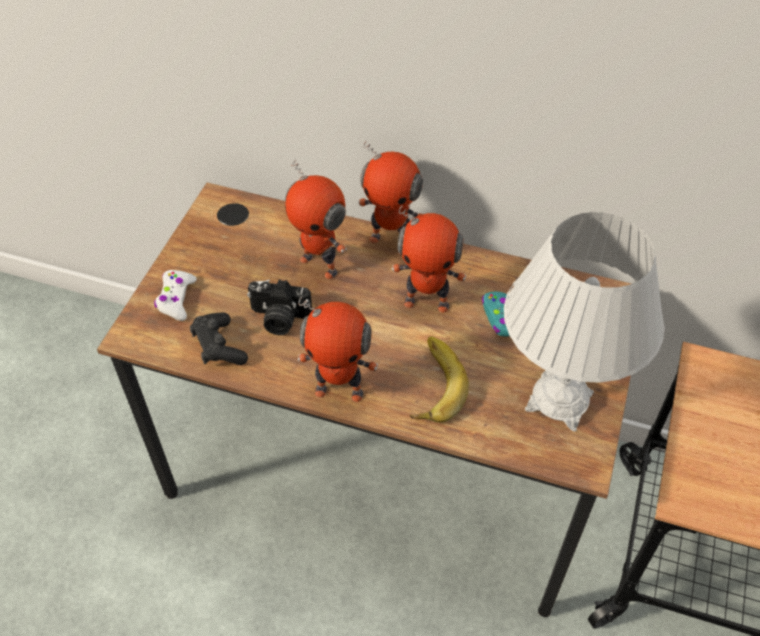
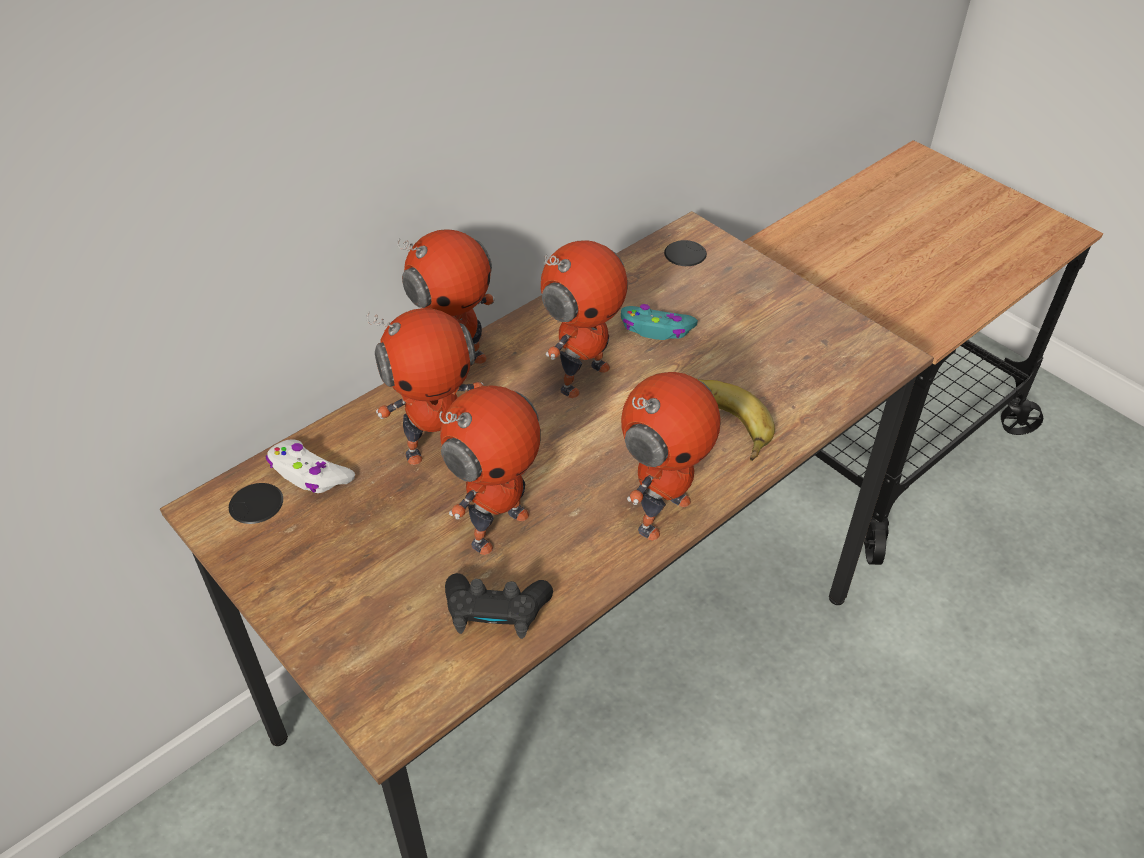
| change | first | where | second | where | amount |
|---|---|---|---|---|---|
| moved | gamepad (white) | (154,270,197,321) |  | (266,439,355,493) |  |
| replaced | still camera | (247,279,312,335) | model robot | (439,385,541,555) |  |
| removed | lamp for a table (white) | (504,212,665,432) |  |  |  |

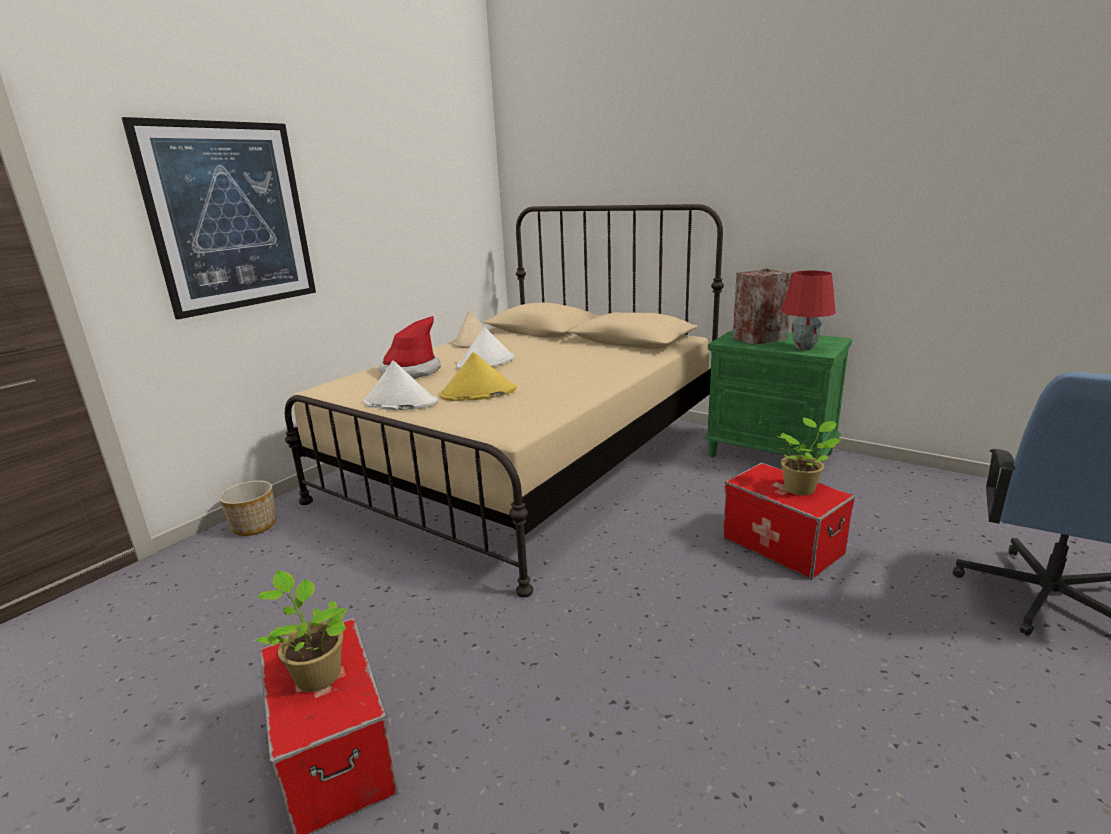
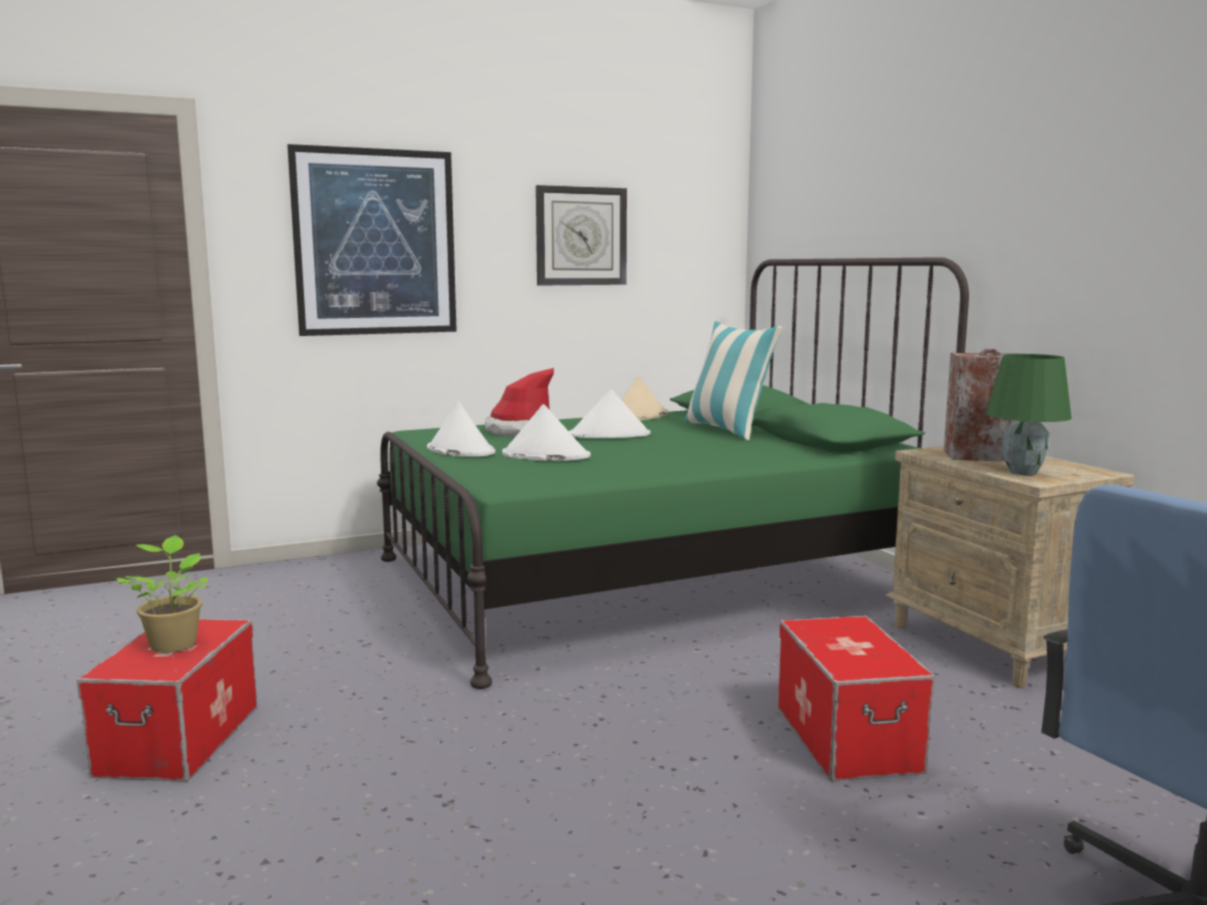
| change | first | where | second | where | amount |
|---|---|---|---|---|---|
| recoloured | bed (beige-coloured) | (285,204,724,597) | bed (green-coloured) | (377,257,969,689) |  |
| recoloured | wearable hat (yellow-coloured) | (440,352,517,401) | wearable hat (white) | (502,404,591,461) |  |
| added |  |  | hanging clock | (536,185,627,285) |  |
| added |  |  | throw pillow | (684,321,783,441) |  |
| recoloured | nightstand (green-coloured) | (703,329,852,463) | nightstand (beige-coloured) | (885,446,1135,688) |  |
| recoloured | lamp for a table (red) | (782,271,836,350) | lamp for a table (green-coloured) | (986,354,1072,475) |  |
| removed | plant pot | (219,480,276,536) |  |  |  |
| removed | houseplant | (776,417,842,495) |  |  |  |

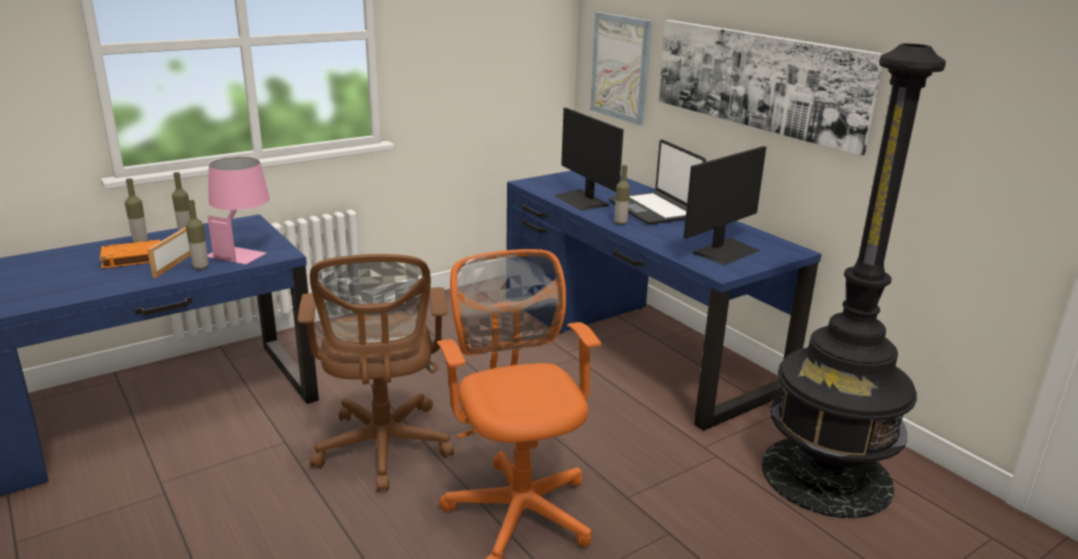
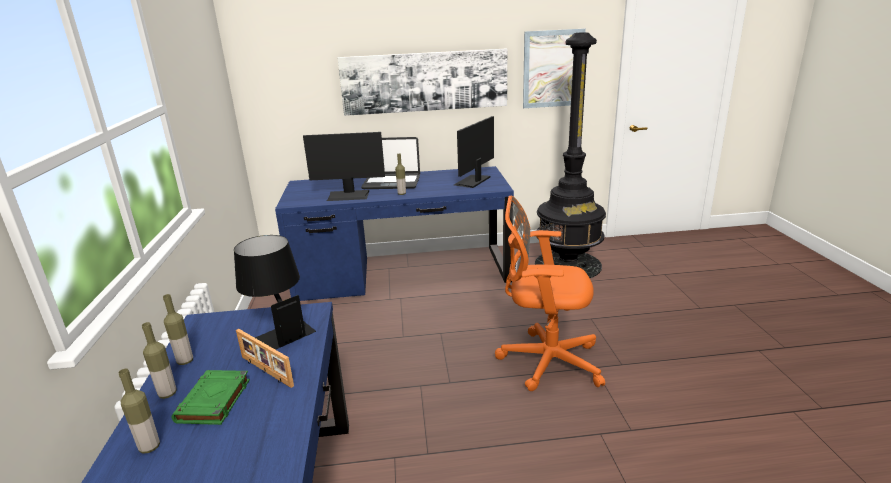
| change | first | where | second | where | amount |
|---|---|---|---|---|---|
| moved | bottle | (186,200,209,270) |  | (118,369,160,454) |  |
| recoloured | book (orange-coloured) | (100,240,160,269) | book (green-coloured) | (172,370,250,425) |  |
| recoloured | lamp for a table (pinkish) | (207,157,270,264) | lamp for a table (blackish) | (234,235,316,350) |  |
| turned | computer display | (684,146,766,265) |  | (454,116,494,188) | 135 degrees counterclockwise |
| moved | picture | (590,12,652,126) |  | (523,29,586,108) |  |
| removed | office chair (brown) | (298,254,454,492) |  |  |  |

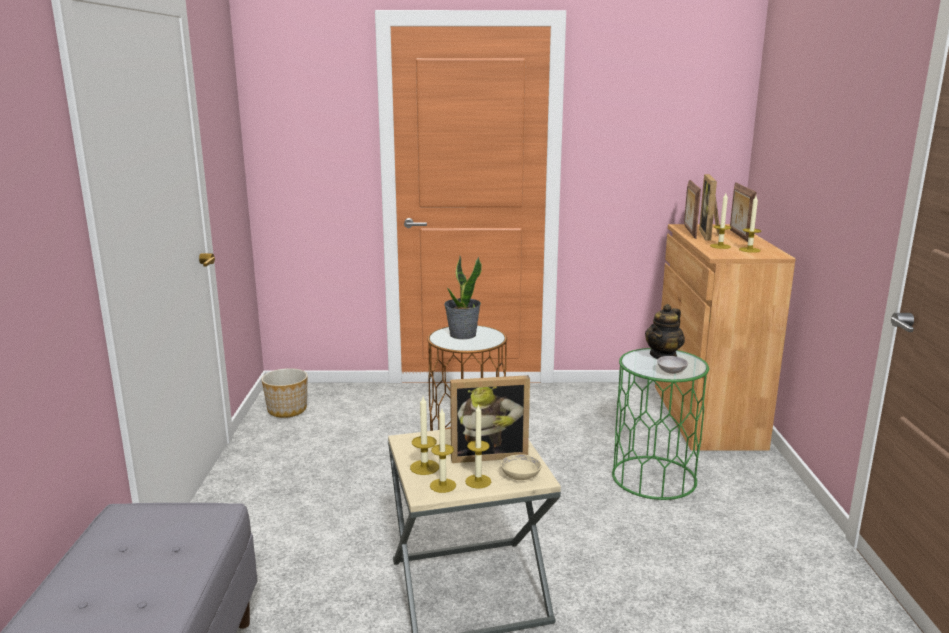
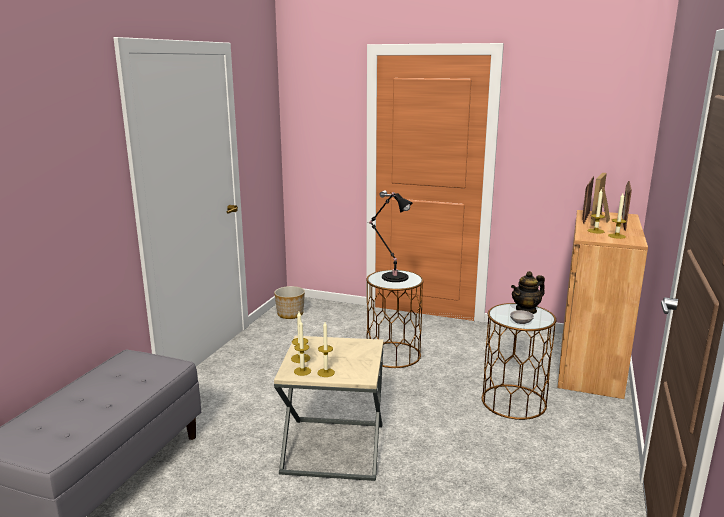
| change | first | where | second | where | amount |
|---|---|---|---|---|---|
| replaced | houseplant | (444,256,482,339) | lamp for a table (blackish) | (368,192,413,282) |  |
| recoloured | accent table (green-coloured) | (612,348,709,500) | accent table (brown) | (482,303,556,420) |  |
| removed | standing frame | (450,375,530,463) |  |  |  |
| removed | serving bowl (beige-coloured) | (500,454,542,480) |  |  |  |

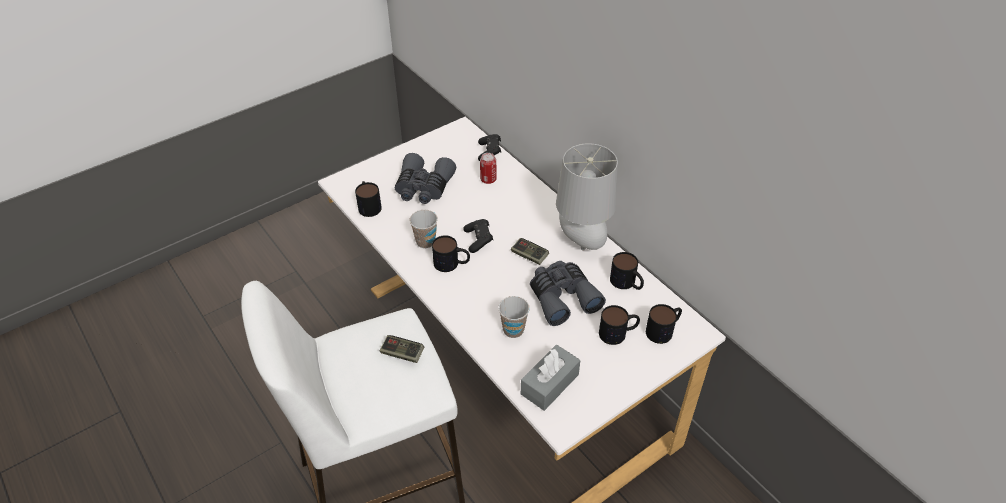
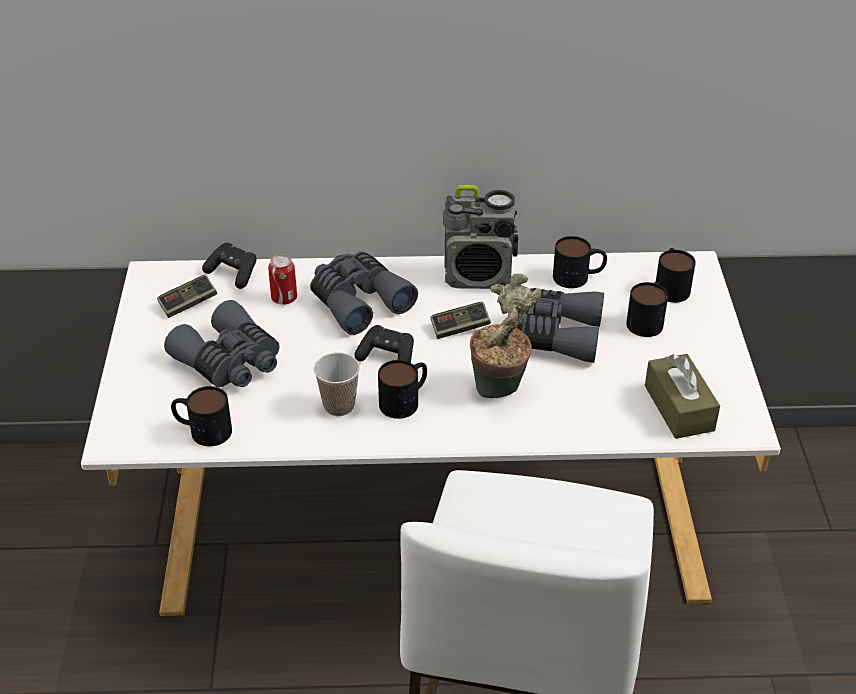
| change | first | where | second | where | amount |
|---|---|---|---|---|---|
| moved | gamepad | (380,335,424,363) |  | (157,274,217,318) |  |
| added |  |  | field glasses (greyish) | (310,251,418,335) |  |
| replaced | lamp for a table (greyish) | (556,143,618,251) | radio receiver | (443,185,518,289) |  |
| added |  |  | houseplant | (470,274,542,398) |  |
| recoloured | tissue box (greyish) | (521,345,580,411) | tissue box (brown) | (645,354,720,439) |  |
| removed | drinking cup | (498,296,530,338) |  |  |  |

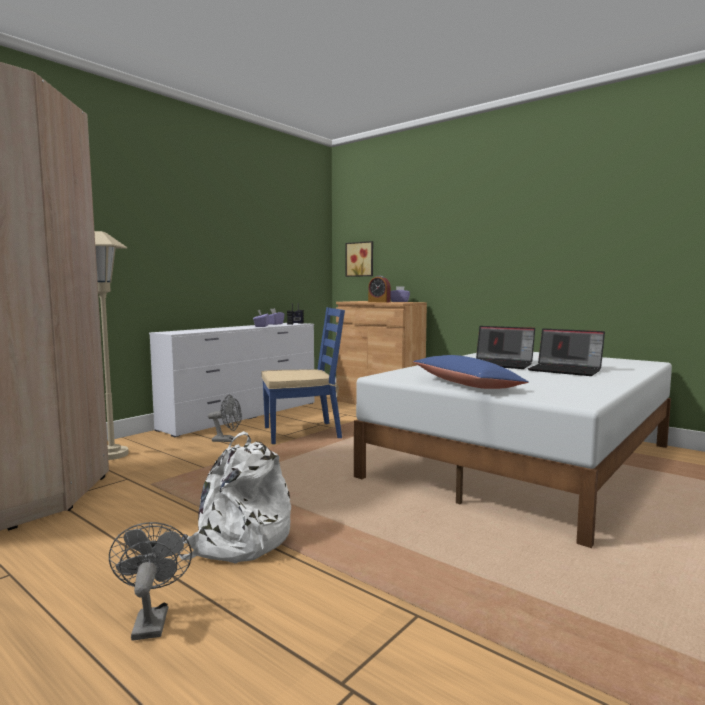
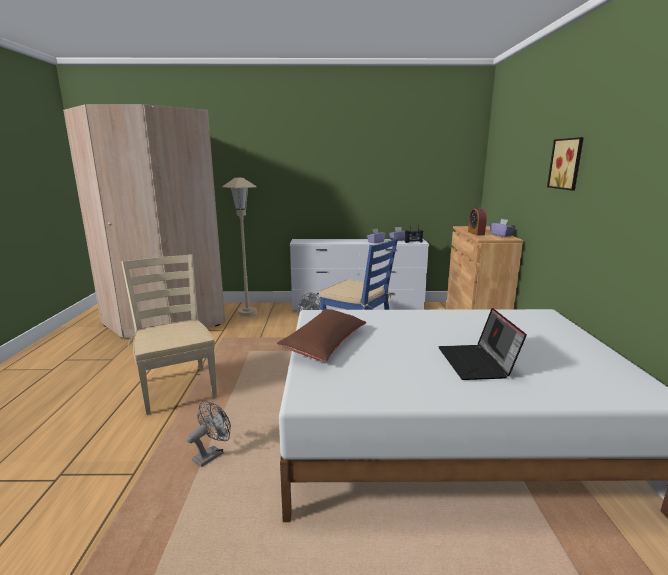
| change | first | where | second | where | amount |
|---|---|---|---|---|---|
| replaced | knapsack (white) | (179,431,291,564) | plain chair (beige-coloured) | (121,254,217,415) |  |
| moved | fan (greyish) | (109,522,192,641) |  | (187,401,231,467) |  |
| recoloured | throw pillow (blue) | (413,355,529,389) | throw pillow (brown) | (276,309,366,362) |  |
| moved | picture | (345,241,373,277) |  | (547,137,584,191) |  |
| removed | notebook computer | (476,326,535,369) |  |  |  |

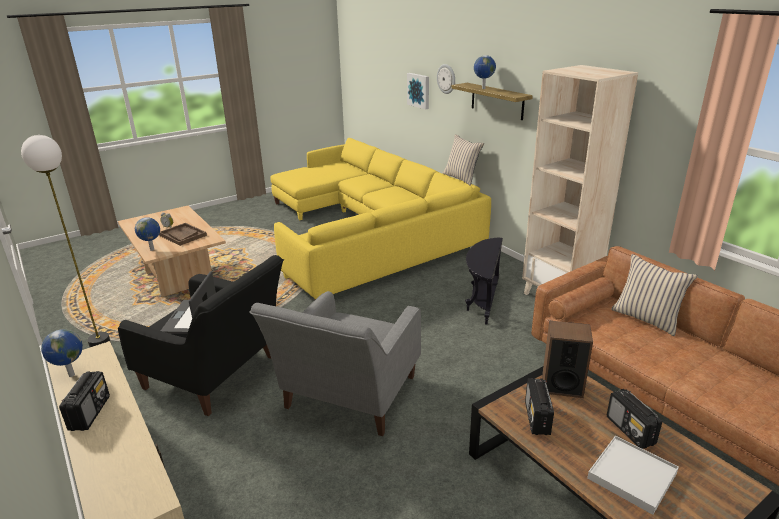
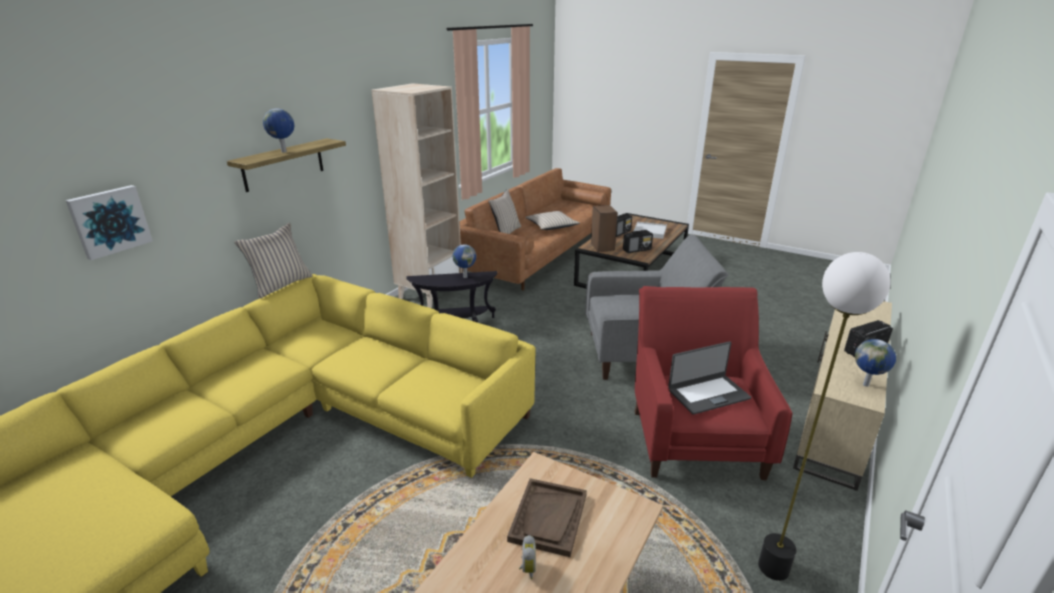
| change | first | where | second | where | amount |
|---|---|---|---|---|---|
| moved | globe | (135,217,160,251) |  | (453,244,476,278) |  |
| added |  |  | throw pillow (beige-coloured) | (525,211,580,230) |  |
| recoloured | lounge chair (blackish) | (118,255,284,416) | lounge chair (red) | (635,286,792,480) |  |
| removed | hanging clock | (437,64,455,94) |  |  |  |

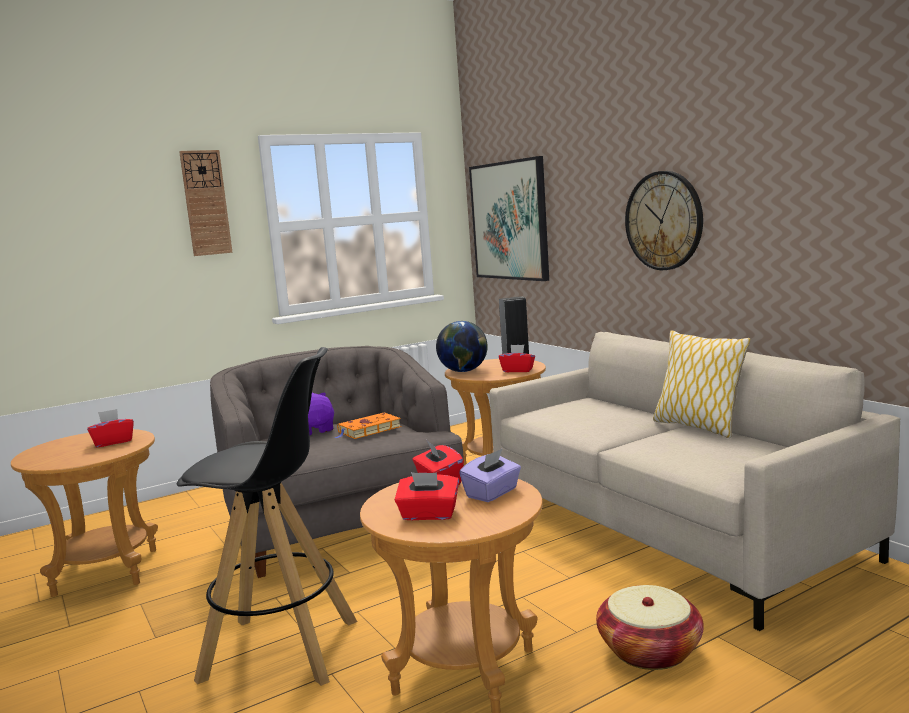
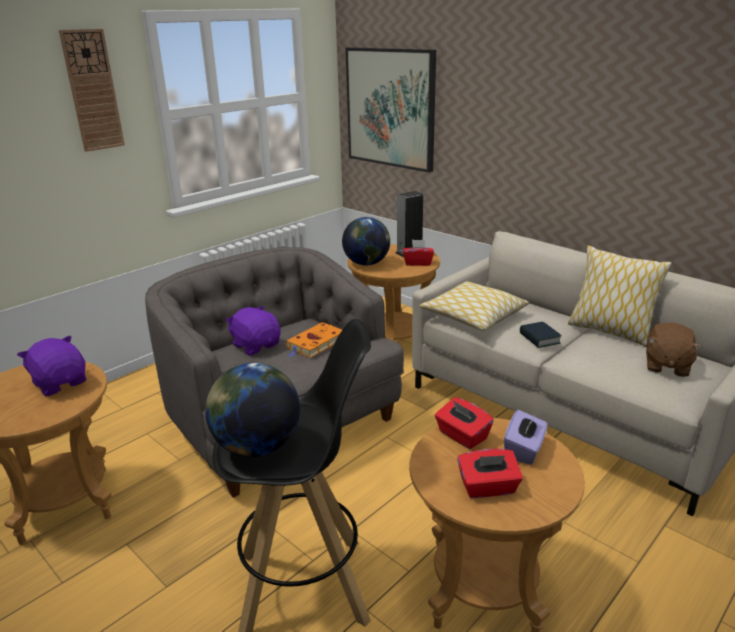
| change | first | where | second | where | amount |
|---|---|---|---|---|---|
| replaced | tissue box (red) | (87,409,134,447) | soft toy (purplish) | (17,336,86,396) |  |
| added |  |  | globe | (205,363,300,457) |  |
| added |  |  | throw pillow | (419,281,529,331) |  |
| added |  |  | book | (520,322,562,348) |  |
| added |  |  | soft toy (brown) | (646,323,702,377) |  |
| removed | basket | (596,585,704,670) |  |  |  |
| removed | hanging clock | (625,171,703,270) |  |  |  |

